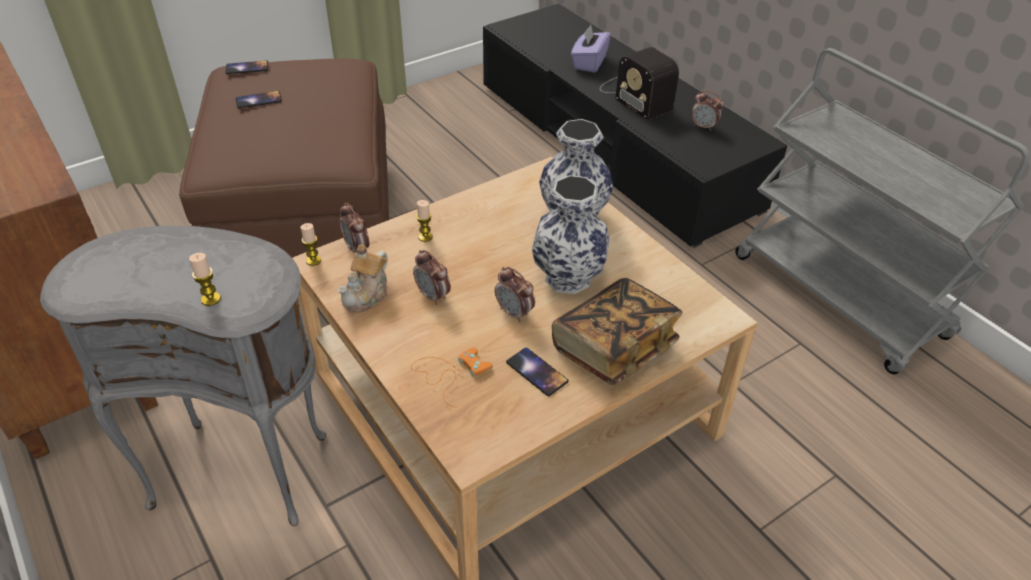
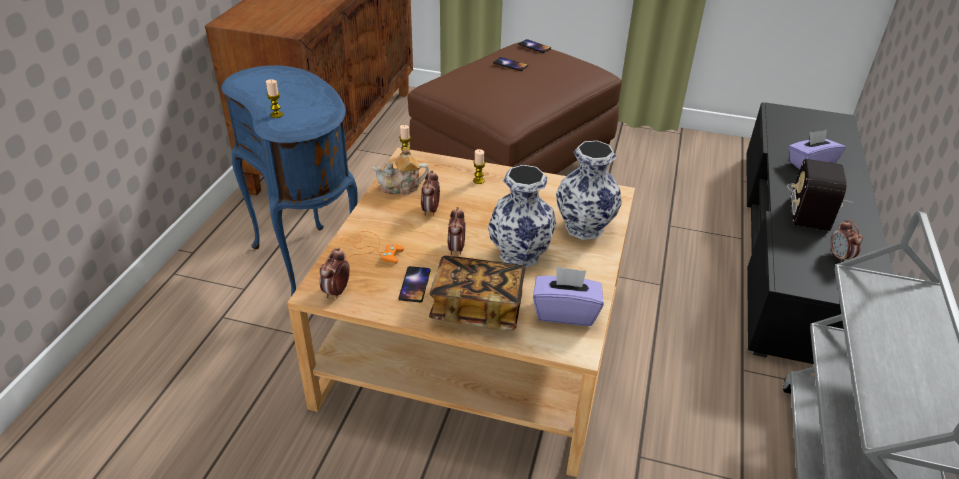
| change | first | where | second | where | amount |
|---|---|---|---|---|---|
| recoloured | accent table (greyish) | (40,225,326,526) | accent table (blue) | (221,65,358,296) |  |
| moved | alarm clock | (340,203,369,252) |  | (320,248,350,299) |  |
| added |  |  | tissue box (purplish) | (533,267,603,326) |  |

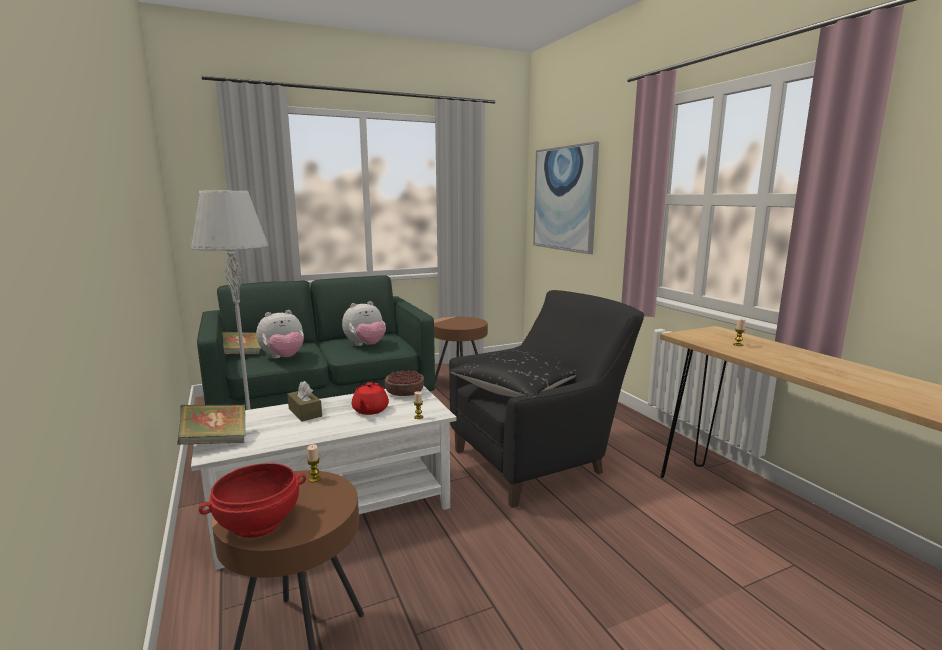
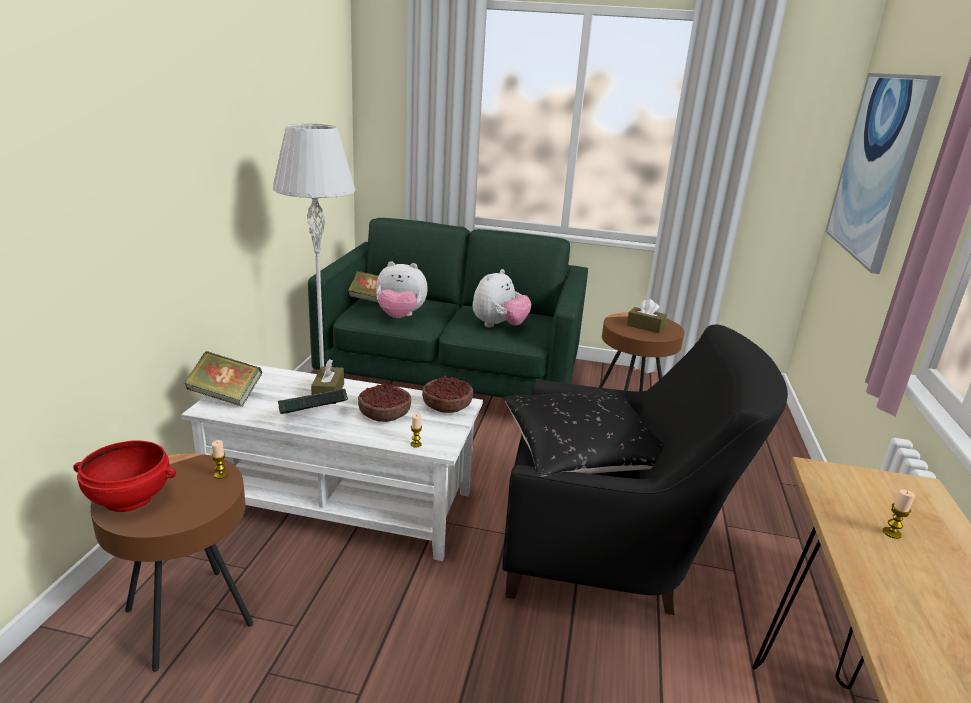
| change | first | where | second | where | amount |
|---|---|---|---|---|---|
| added |  |  | book | (278,389,348,414) |  |
| replaced | pot for tea (red) | (352,382,389,415) | serving bowl | (358,384,411,422) |  |
| turned | soft toy | (342,301,386,346) |  | (473,269,531,327) | 60 degrees counterclockwise |
| added |  |  | tissue box (brown) | (627,299,667,333) |  |

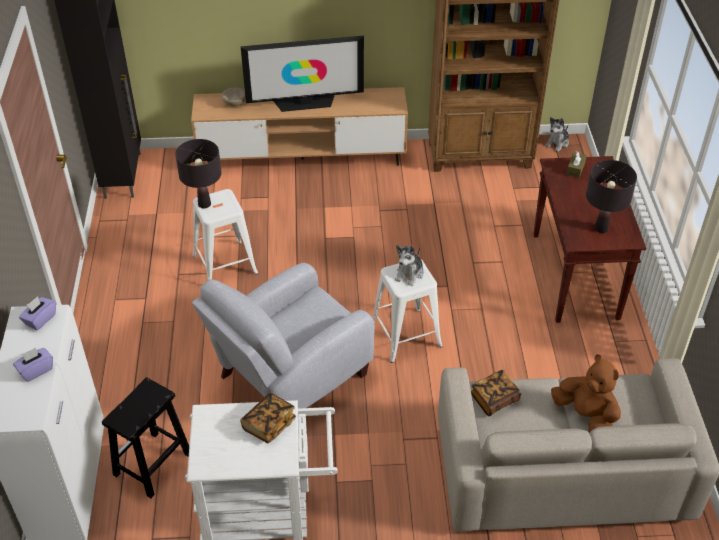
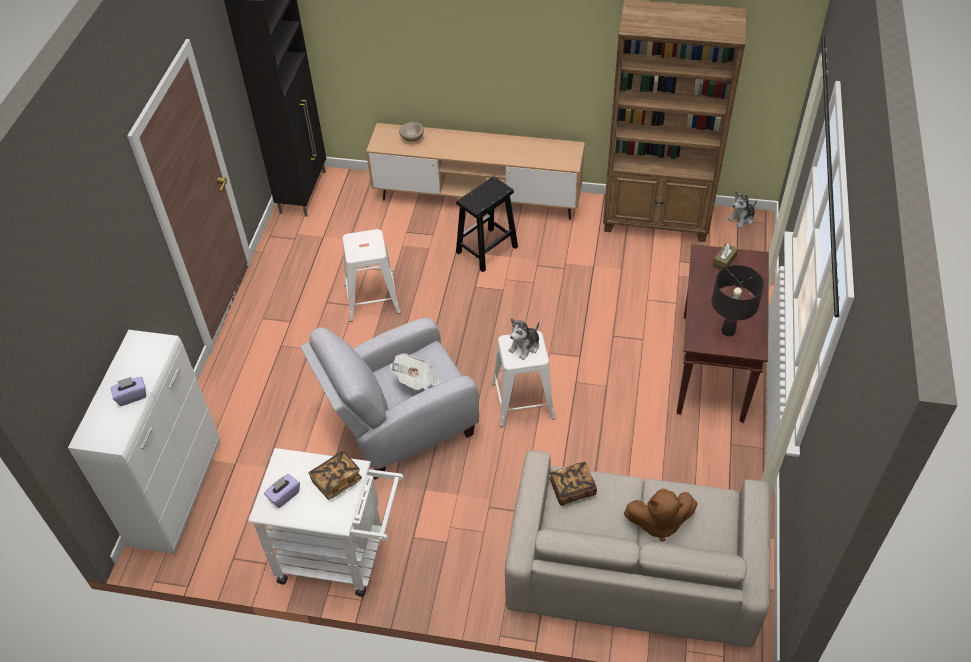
| change | first | where | second | where | amount |
|---|---|---|---|---|---|
| moved | tissue box (purplish) | (19,296,56,330) |  | (264,474,300,508) |  |
| added |  |  | printed paper | (390,353,440,390) |  |
| moved | sitting stool (blackish) | (102,377,189,498) |  | (456,176,518,272) |  |
| turned | soft toy (brown) | (551,354,621,433) |  | (624,489,698,542) | 120 degrees clockwise |
| removed | lamp for a table (blackish) | (175,139,222,209) |  |  |  |
| removed | TV | (241,36,364,112) |  |  |  |

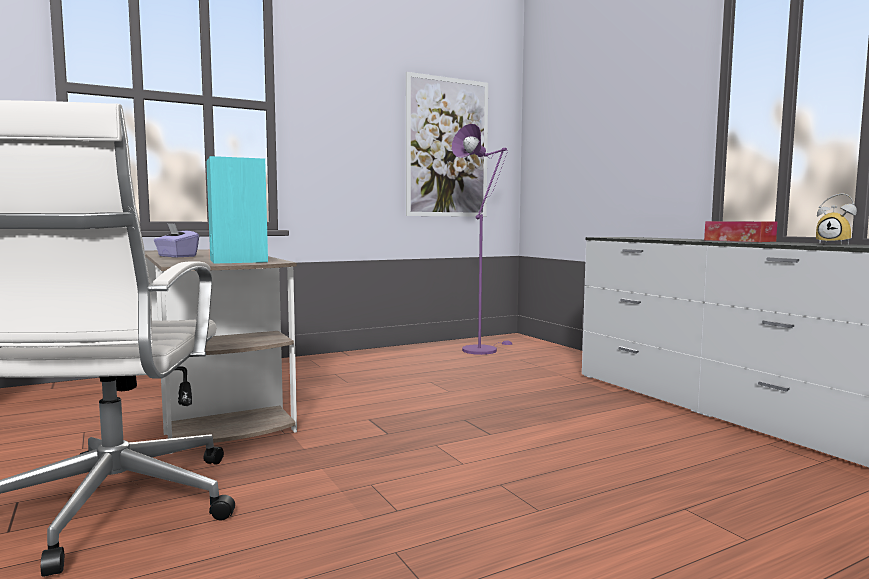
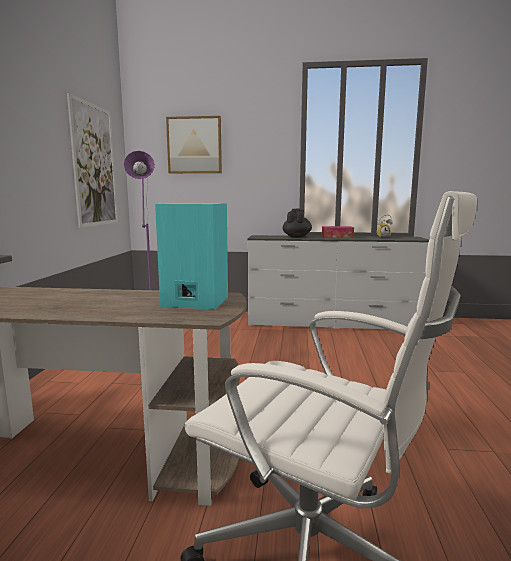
| change | first | where | second | where | amount |
|---|---|---|---|---|---|
| added |  |  | picture | (166,116,222,173) |  |
| added |  |  | pot for tea (blackish) | (283,209,312,238) |  |
| removed | tissue box (purplish) | (154,223,199,258) |  |  |  |

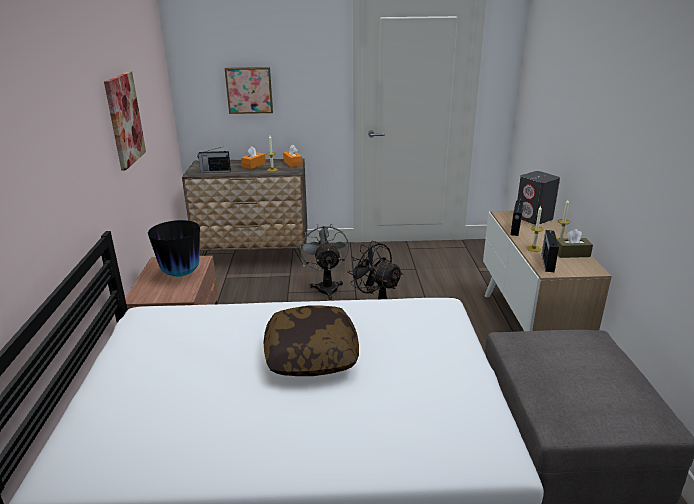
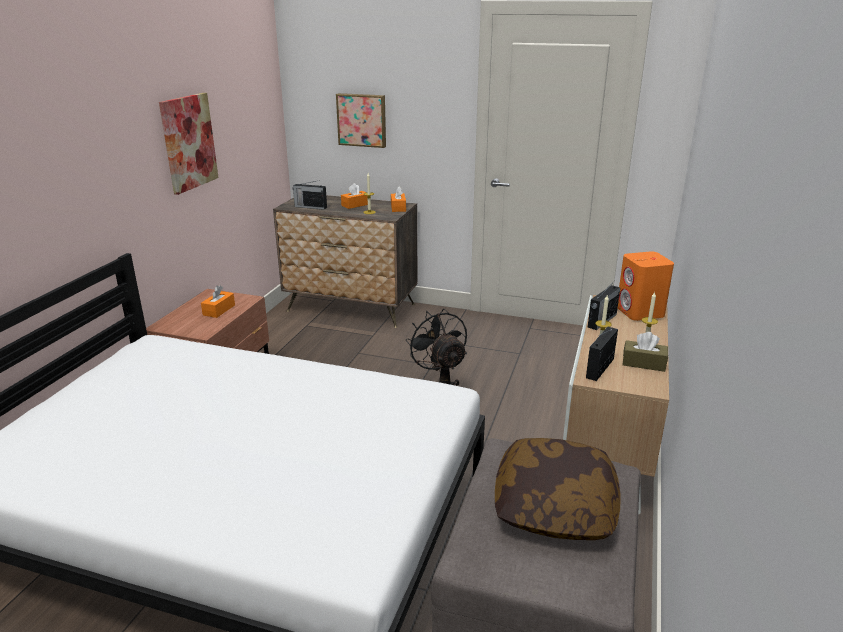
| change | first | where | second | where | amount |
|---|---|---|---|---|---|
| replaced | flower vase | (148,220,200,277) | tissue box (orange-coloured) | (201,286,235,318) |  |
| moved | throw pillow | (263,306,359,376) |  | (495,438,621,540) |  |
| recoloured | loudspeaker (greyish) | (517,171,560,225) | loudspeaker (orange-coloured) | (618,251,674,321) |  |
| removed | fan (greyish) | (300,224,349,300) |  |  |  |

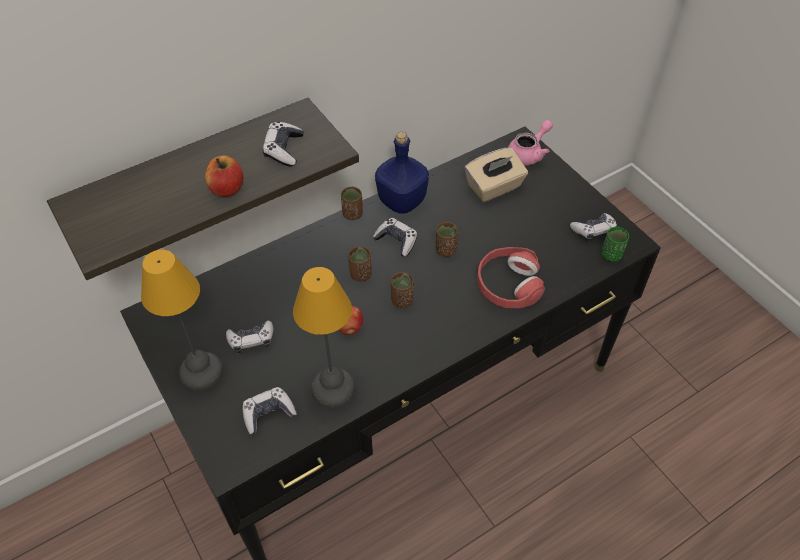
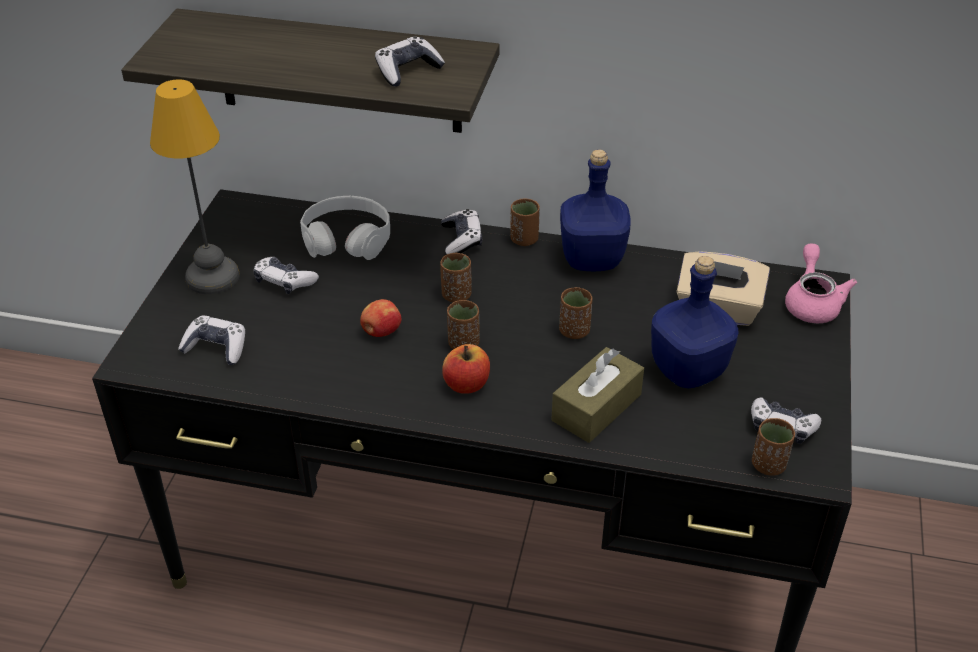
| change | first | where | second | where | amount |
|---|---|---|---|---|---|
| added |  |  | headphones (white) | (300,196,390,260) |  |
| moved | gamepad | (373,218,417,257) |  | (441,209,482,254) |  |
| moved | whole apple | (205,156,243,197) |  | (442,344,490,394) |  |
| replaced | headphones (red) | (477,247,545,308) | tissue box (brown) | (551,347,644,443) |  |
| added |  |  | bottle (blue) | (651,256,738,388) |  |
| recoloured | drinking cup (green-coloured) | (601,227,629,262) | drinking cup (brown) | (752,418,795,476) |  |
| turned | pot for tea (pinkish) | (508,120,553,166) |  | (785,244,857,324) | 90 degrees counterclockwise |
| removed | lamp for a table | (293,267,355,408) |  |  |  |

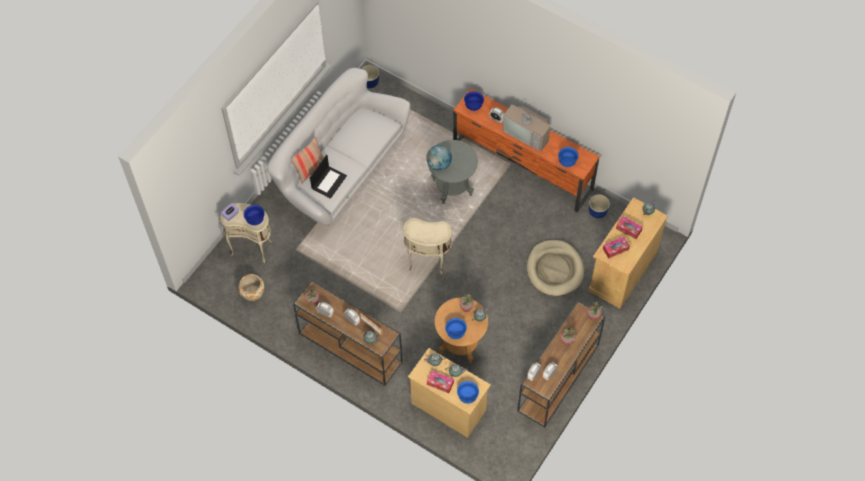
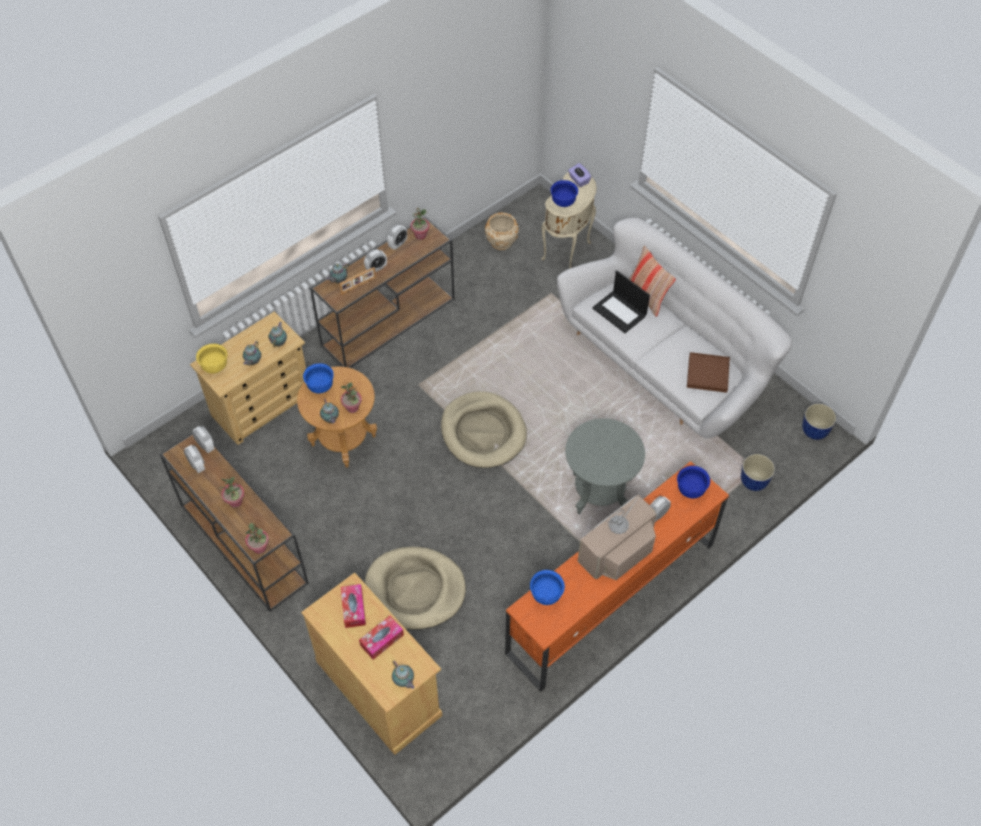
| change | first | where | second | where | amount |
|---|---|---|---|---|---|
| recoloured | serving bowl (blue) | (457,381,479,404) | serving bowl (yellow-coloured) | (196,344,227,374) |  |
| replaced | accent table (beige-coloured) | (403,218,452,274) | pet bed (beige-coloured) | (441,391,527,468) |  |
| added |  |  | tray (brown) | (687,352,730,393) |  |
| moved | plant pot | (589,194,610,218) |  | (741,454,775,491) |  |
| removed | globe | (426,145,452,171) |  |  |  |
| removed | tissue box | (427,371,454,393) |  |  |  |

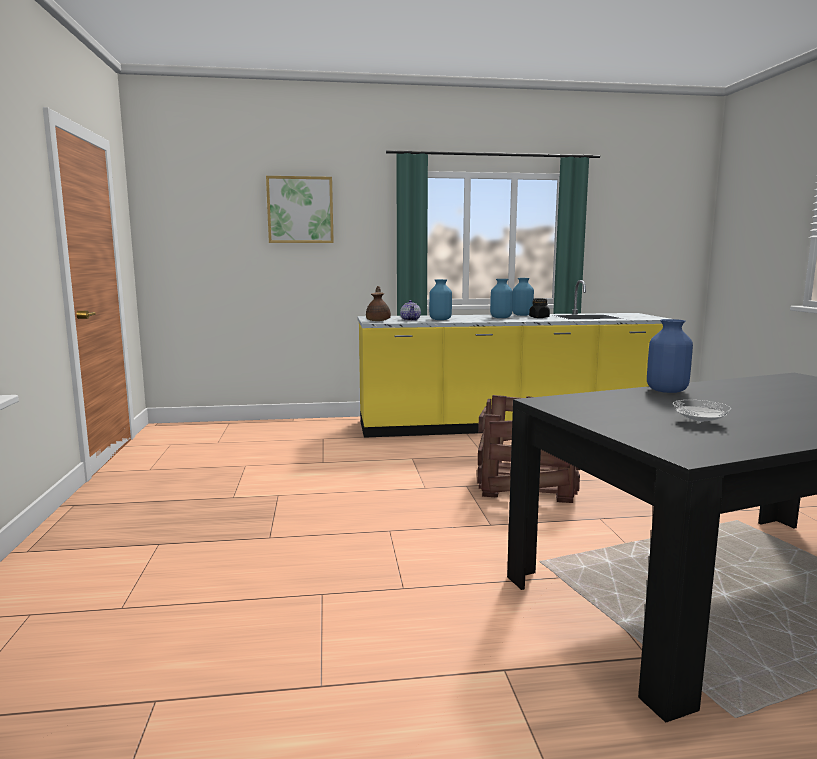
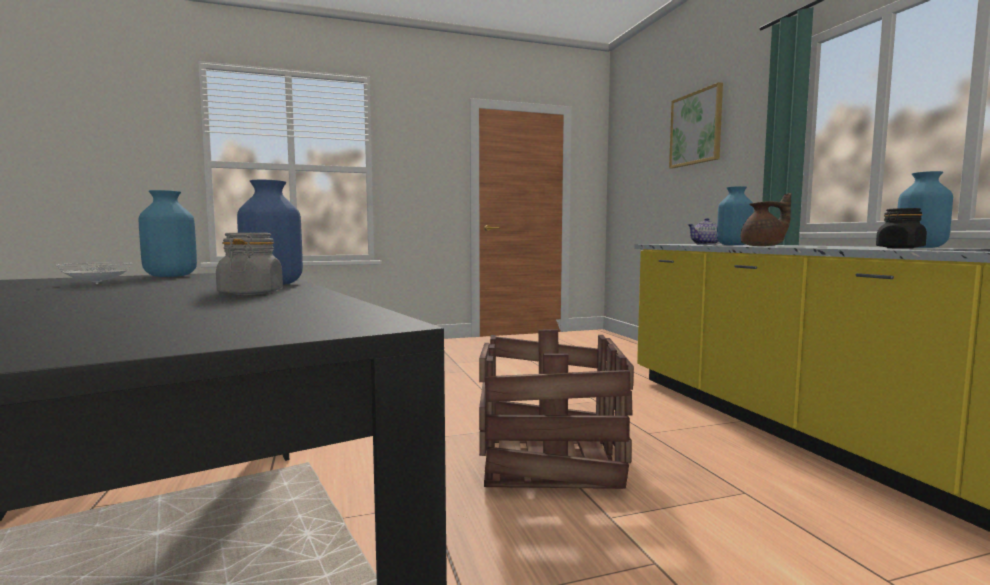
| change | first | where | second | where | amount |
|---|---|---|---|---|---|
| moved | flower vase (blue) | (490,279,513,318) |  | (139,190,197,277) |  |
| added |  |  | jar (greyish) | (216,233,283,295) |  |
| moved | pot for tea (brown) | (366,286,391,321) |  | (741,193,791,246) |  |

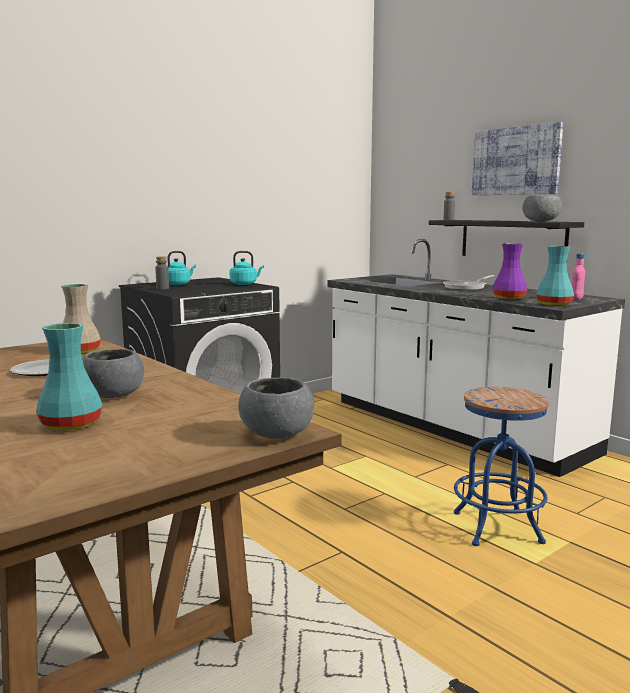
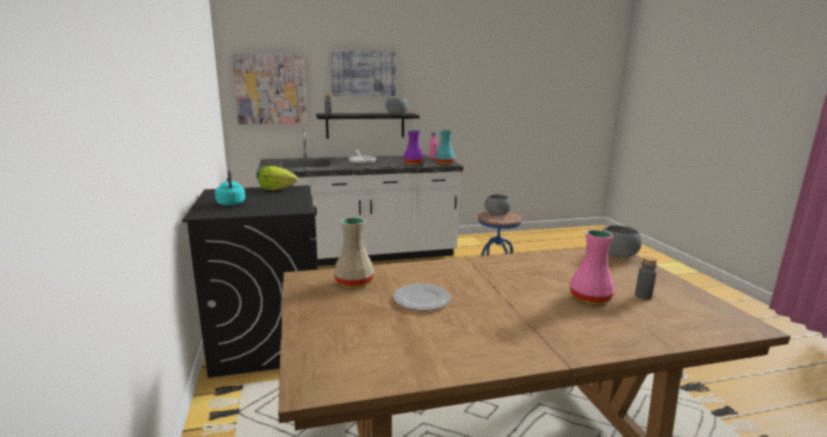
| change | first | where | second | where | amount |
|---|---|---|---|---|---|
| added |  |  | picture | (232,54,307,124) |  |
| replaced | kettle (turquoise-coloured) | (230,251,264,285) | lettuce head | (258,166,298,190) |  |
| moved | serving bowl (greyish) | (82,349,144,398) |  | (485,194,512,215) |  |
| recoloured | flower vase (turquoise-coloured) | (36,323,102,431) | flower vase (pinkish) | (569,230,615,304) |  |
| moved | bottle (greyish) | (155,257,169,290) |  | (635,256,657,299) |  |

